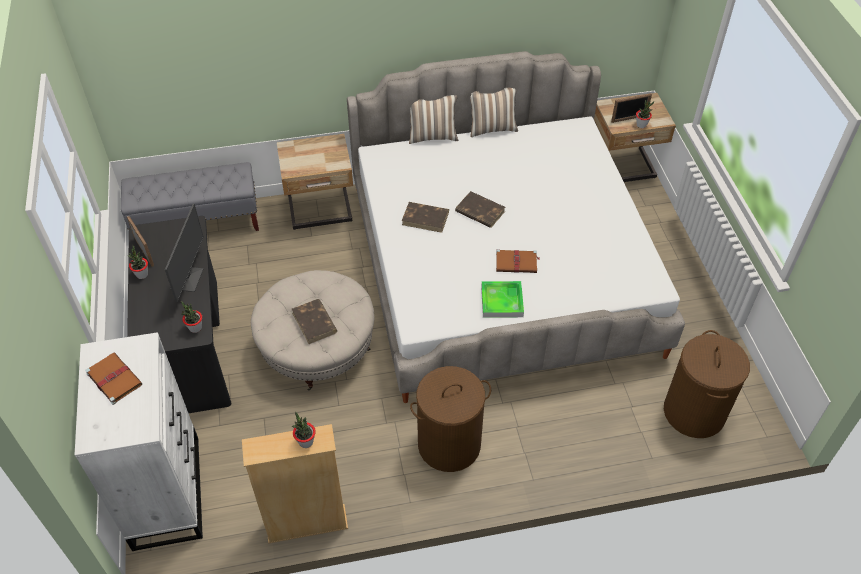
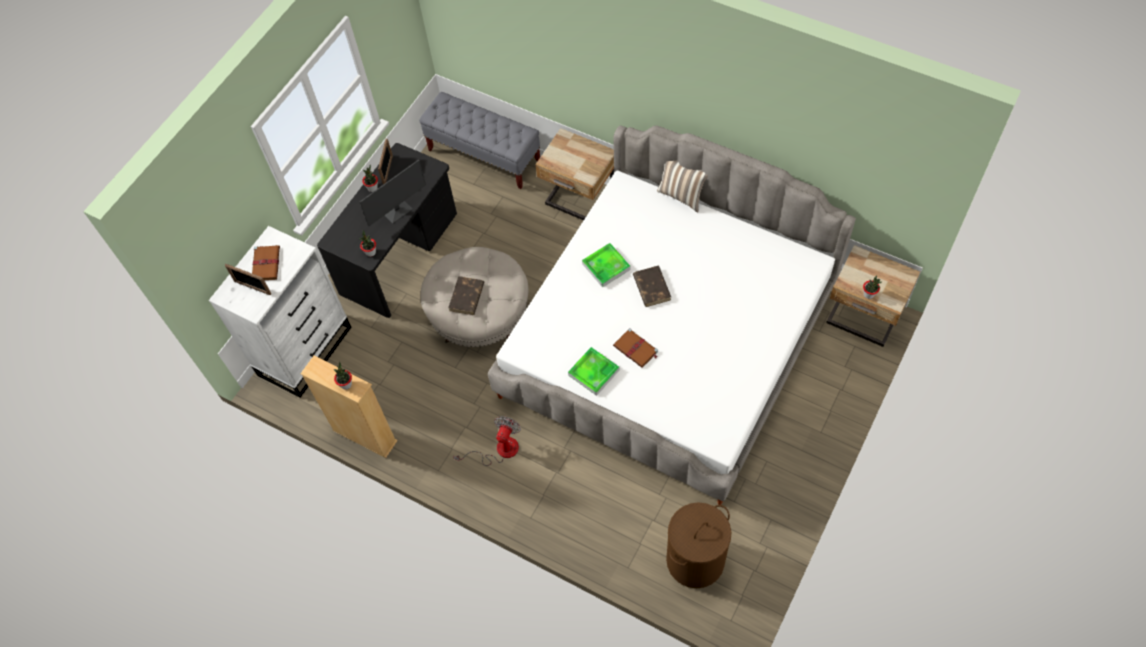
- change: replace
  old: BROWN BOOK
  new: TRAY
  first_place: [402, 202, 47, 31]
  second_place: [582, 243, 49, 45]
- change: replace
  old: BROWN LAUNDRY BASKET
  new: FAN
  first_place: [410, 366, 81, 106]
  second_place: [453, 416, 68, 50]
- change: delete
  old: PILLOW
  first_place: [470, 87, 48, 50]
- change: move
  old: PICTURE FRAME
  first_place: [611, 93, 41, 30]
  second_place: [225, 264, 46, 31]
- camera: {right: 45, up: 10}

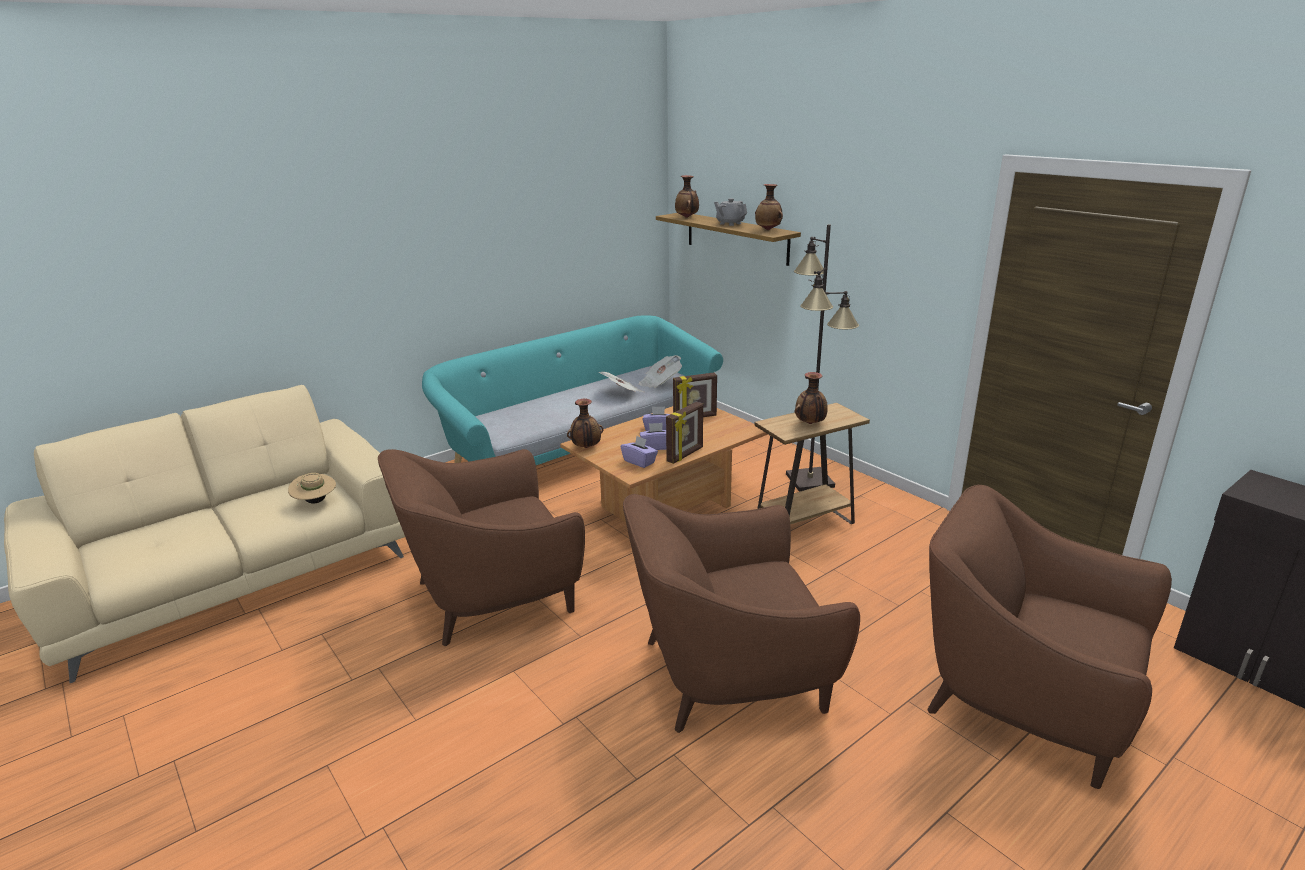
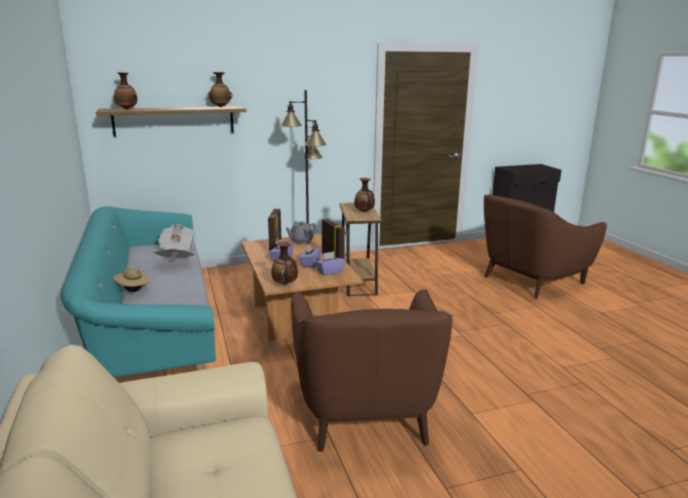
- change: move
  old: BEIGE HAT
  first_place: [288, 473, 48, 31]
  second_place: [114, 268, 37, 24]
- change: delete
  old: BROWN ARMCHAIR
  first_place: [623, 494, 237, 239]
- change: move
  old: GREY TEAPOT
  first_place: [714, 198, 33, 28]
  second_place: [286, 221, 31, 24]
- camera: {right: -70, up: -5}

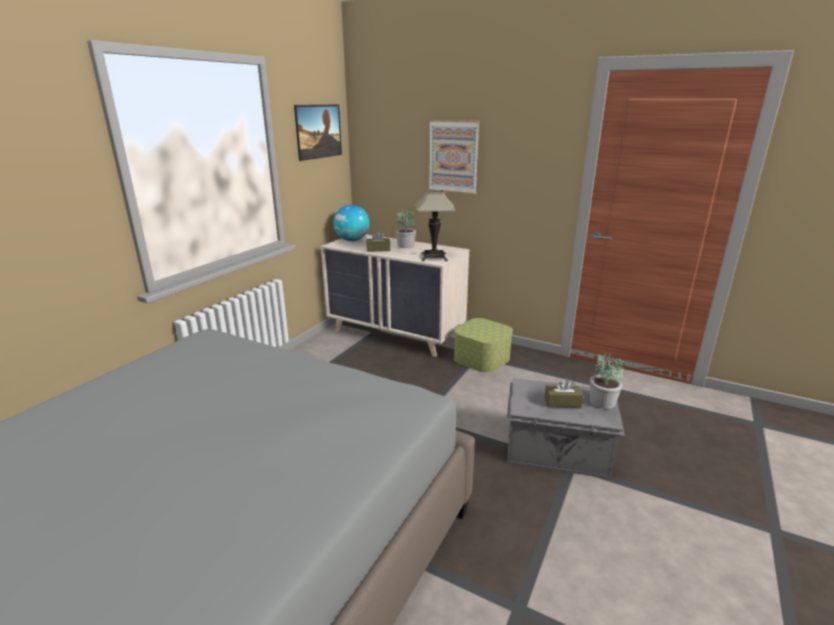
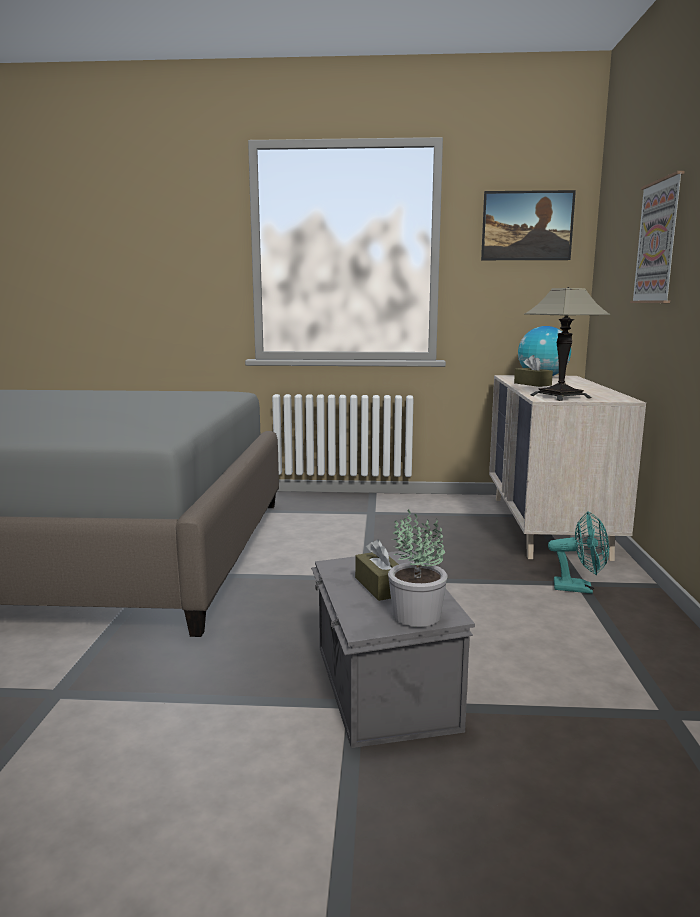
- change: delete
  old: POTTED PLANT
  first_place: [396, 210, 20, 38]
- change: replace
  old: STORAGE BOX
  new: TURQUOISE FAN
  first_place: [454, 318, 59, 55]
  second_place: [548, 511, 61, 83]
- camera: {right: 65, up: -10}

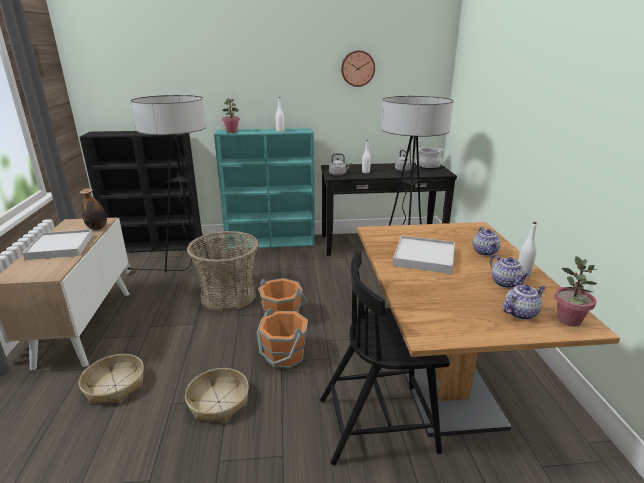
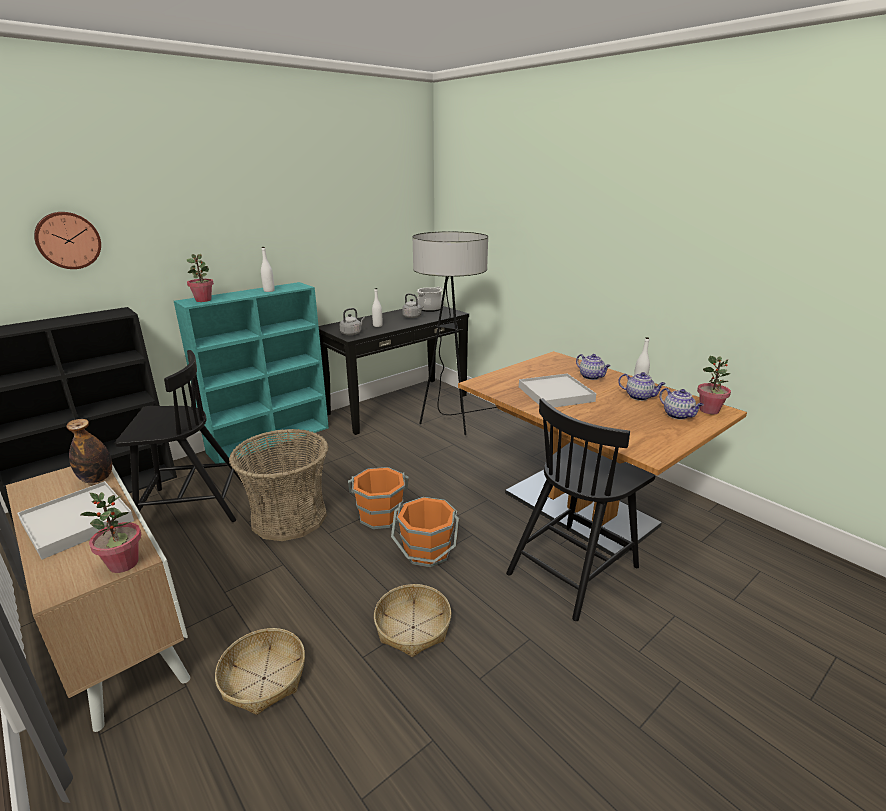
- change: replace
  old: FLOOR LAMP
  new: BLACK CHAIR
  first_place: [124, 95, 89, 180]
  second_place: [115, 350, 128, 172]
- change: move
  old: WALL CLOCK
  first_place: [341, 50, 34, 37]
  second_place: [34, 212, 67, 57]
- change: rotate
  old: TEAPOT
  first_place: [502, 285, 44, 35]
  second_place: [659, 388, 45, 32]
  degrees: 120
- change: insert
  new: POTTED PLANT
  second_place: [80, 492, 62, 81]
- camera: {right: -35, up: 0}

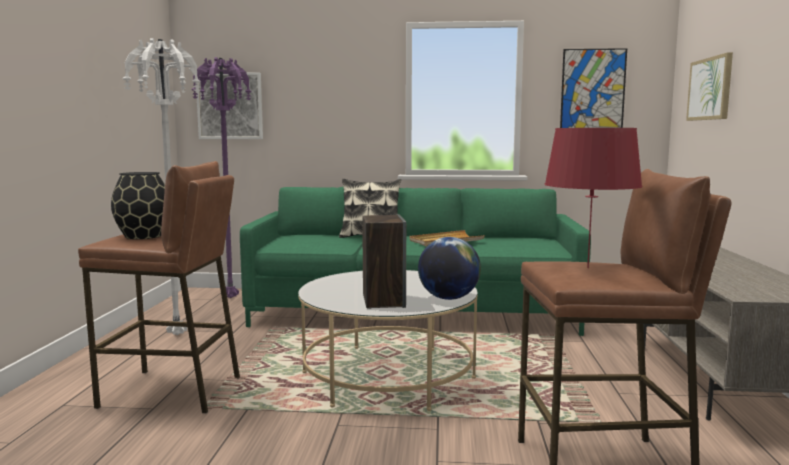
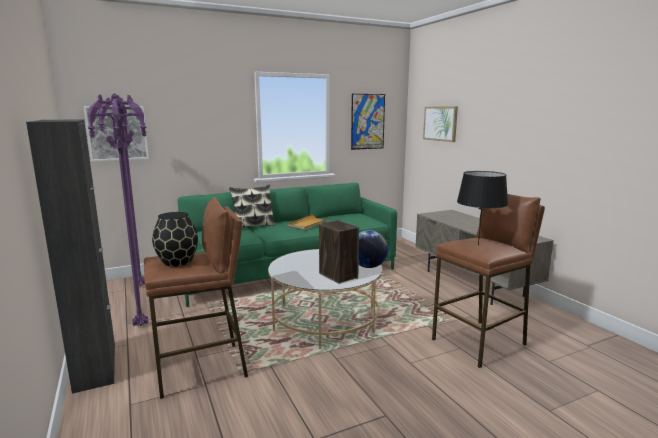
- change: recolor
  old: WHITE FLOOR LAMP
  new: PURPLE FLOOR LAMP
  first_place: [122, 38, 79, 297]
  second_place: [88, 94, 61, 232]
- change: recolor
  old: RED TABLE LAMP
  new: BLACK TABLE LAMP
  first_place: [544, 128, 99, 140]
  second_place: [457, 171, 51, 74]
- change: insert
  new: BLACK CABINET
  second_place: [26, 119, 89, 275]
- camera: {right: -30, up: 5}

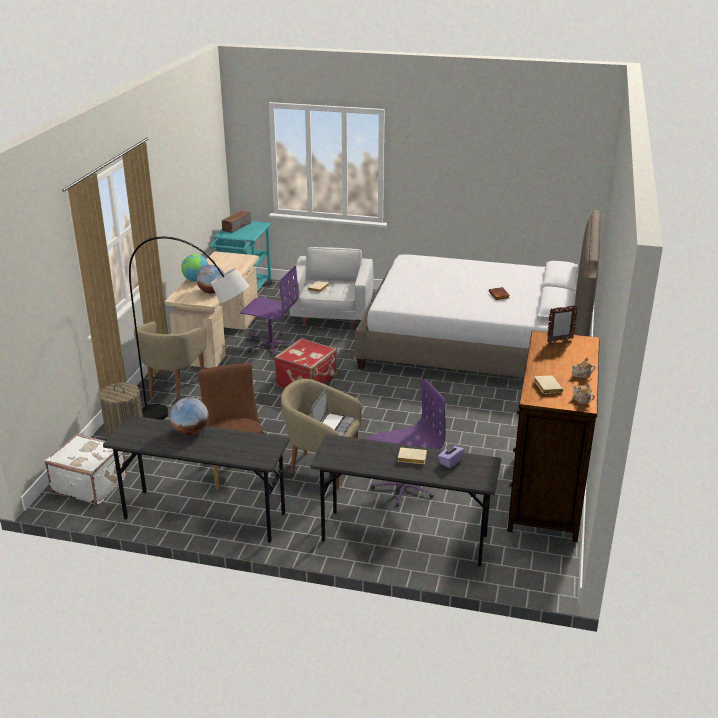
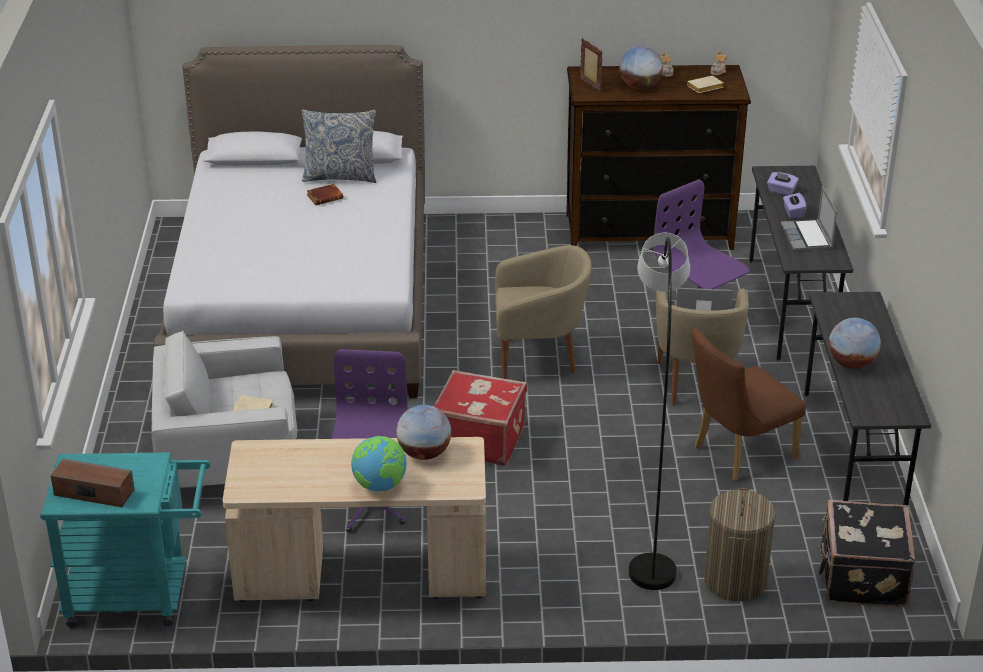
- change: recolor
  old: WHITE SUITCASE
  new: BLACK SUITCASE
  first_place: [45, 434, 82, 71]
  second_place: [818, 500, 98, 107]
- change: move
  old: BEIGE ARMCHAIR
  first_place: [134, 322, 72, 79]
  second_place: [495, 245, 97, 134]
- change: replace
  old: BEIGE BOOK
  new: PURPLE TISSUE BOX
  first_place: [398, 447, 29, 17]
  second_place: [783, 193, 24, 26]
- change: insert
  new: PILLOW
  second_place: [302, 109, 74, 74]
- change: insert
  new: GLOBE
  second_place: [620, 46, 43, 43]
- change: insert
  new: LAPTOP
  second_place: [781, 186, 56, 65]
- camera: {right: -105, up: 5}

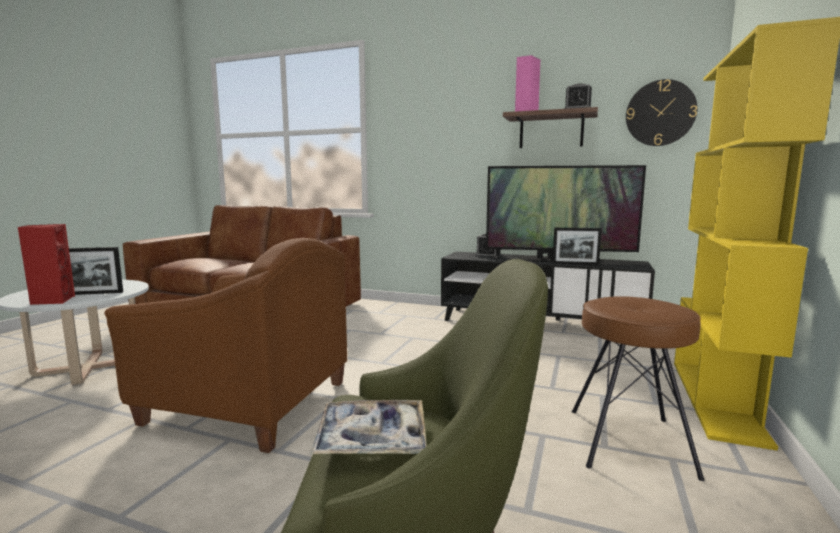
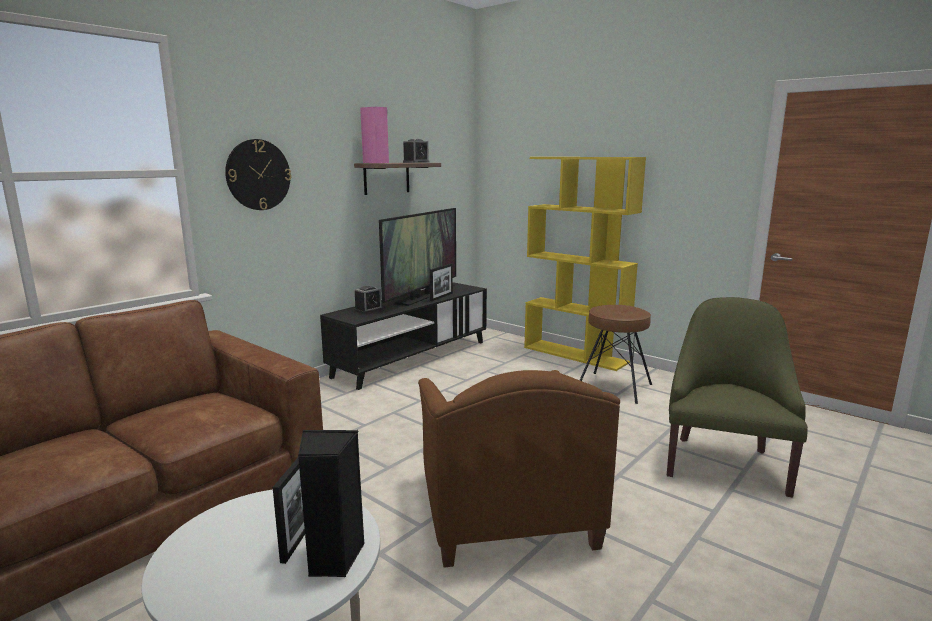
- change: recolor
  old: RED SPEAKER
  new: BLACK SPEAKER
  first_place: [18, 224, 57, 81]
  second_place: [298, 430, 67, 147]
- change: rotate
  old: BROWN ARMCHAIR
  first_place: [104, 238, 243, 215]
  second_place: [418, 370, 202, 198]
  degrees: 135
- change: delete
  old: TRAY
  first_place: [310, 400, 117, 55]
- change: move
  old: WALL CLOCK
  first_place: [626, 79, 72, 67]
  second_place: [225, 139, 66, 71]
- camera: {right: -70, up: 5}

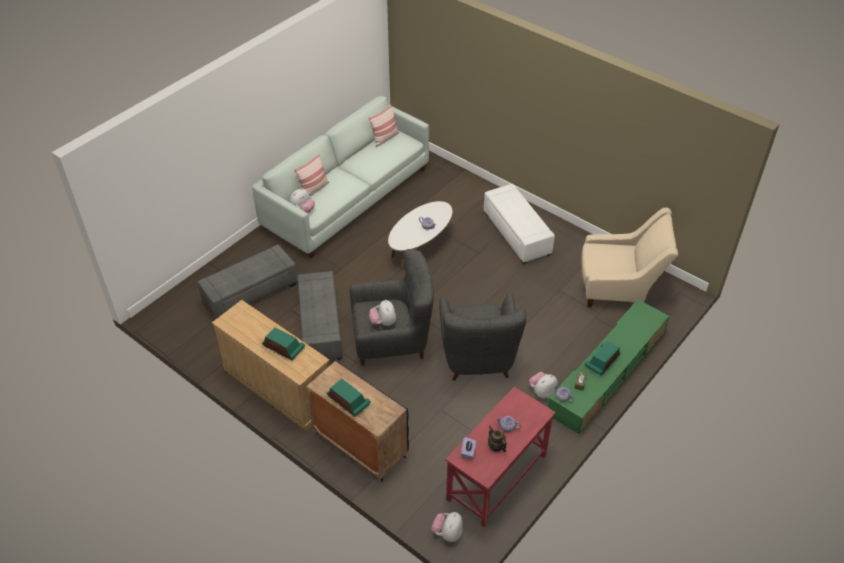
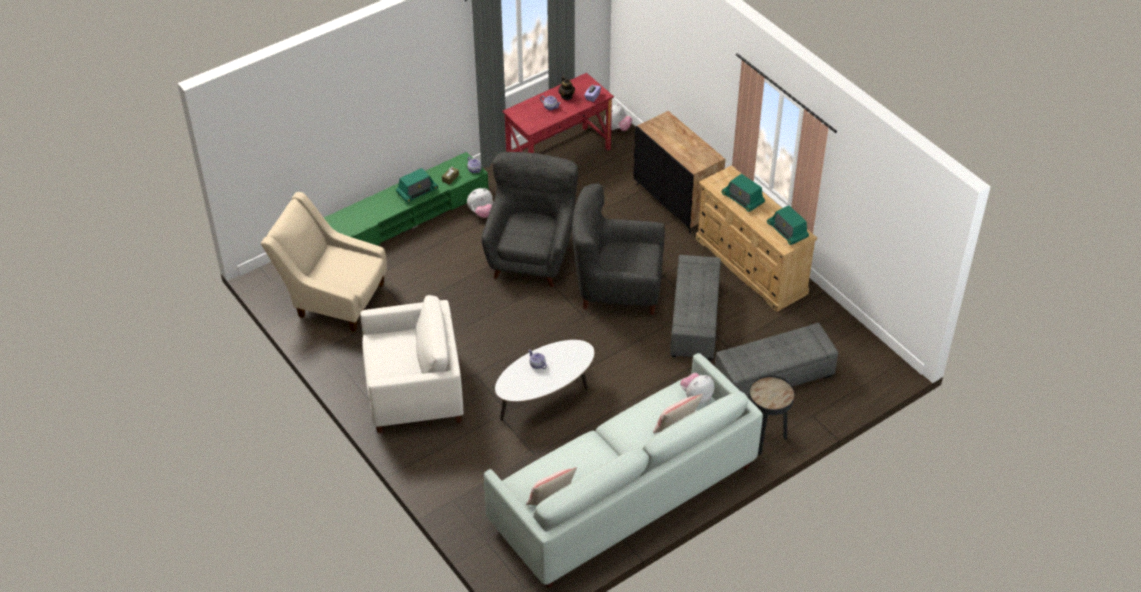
- change: move
  old: RADIO
  first_place: [327, 379, 44, 38]
  second_place: [767, 205, 42, 40]
- change: delete
  old: PLUSH TOY
  first_place: [369, 300, 27, 26]
- change: replace
  old: WHITE OTTOMAN
  new: WHITE ARMCHAIR
  first_place: [484, 184, 71, 80]
  second_place: [361, 295, 102, 138]
- change: insert
  new: BLACK SIDE TABLE
  second_place: [749, 375, 46, 80]
- camera: {right: -165, up: 0}

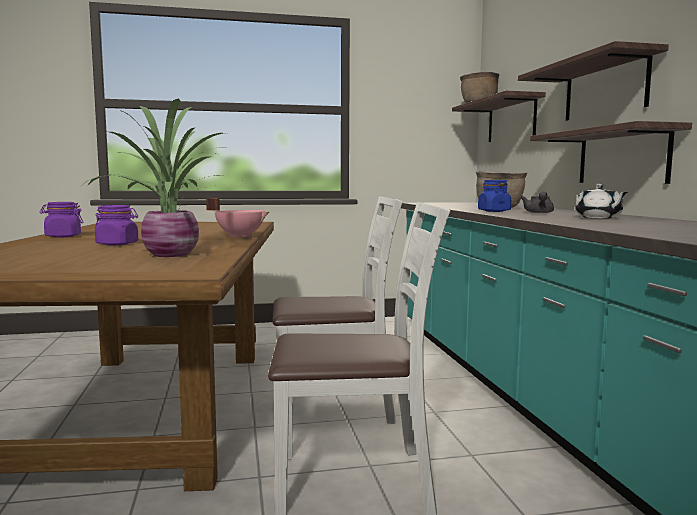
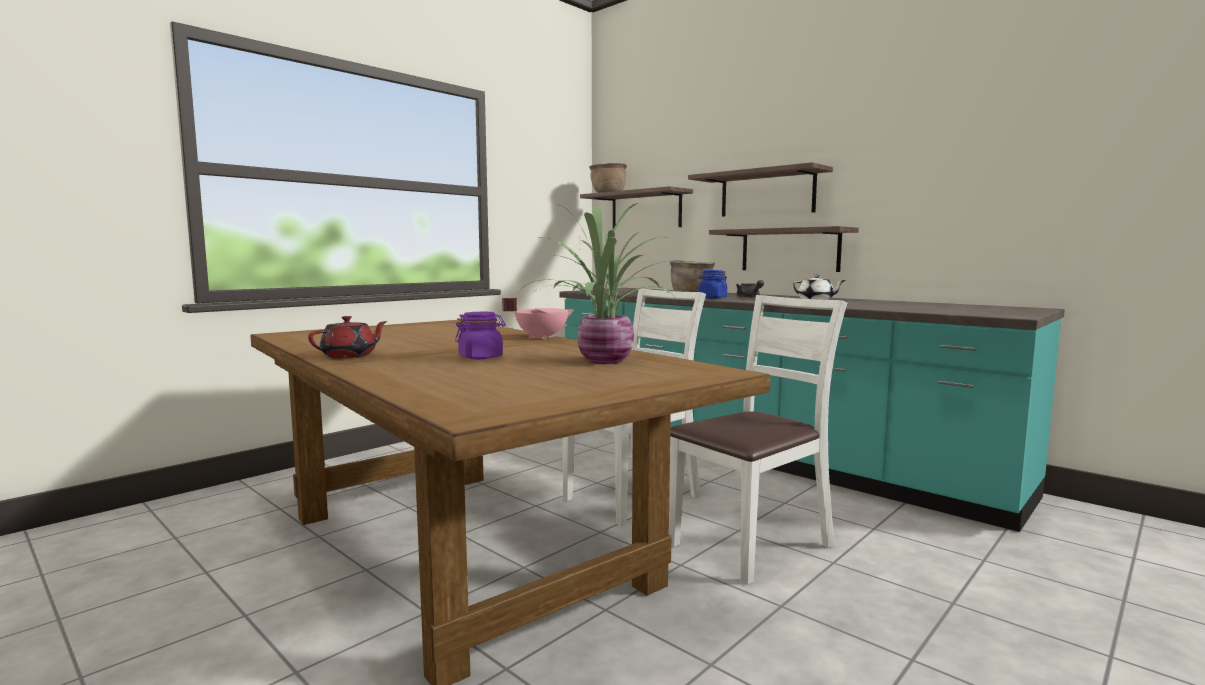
- change: replace
  old: PURPLE JAR
  new: RED TEAPOT
  first_place: [40, 202, 43, 35]
  second_place: [308, 316, 80, 43]
- camera: {right: -35, up: 0}

